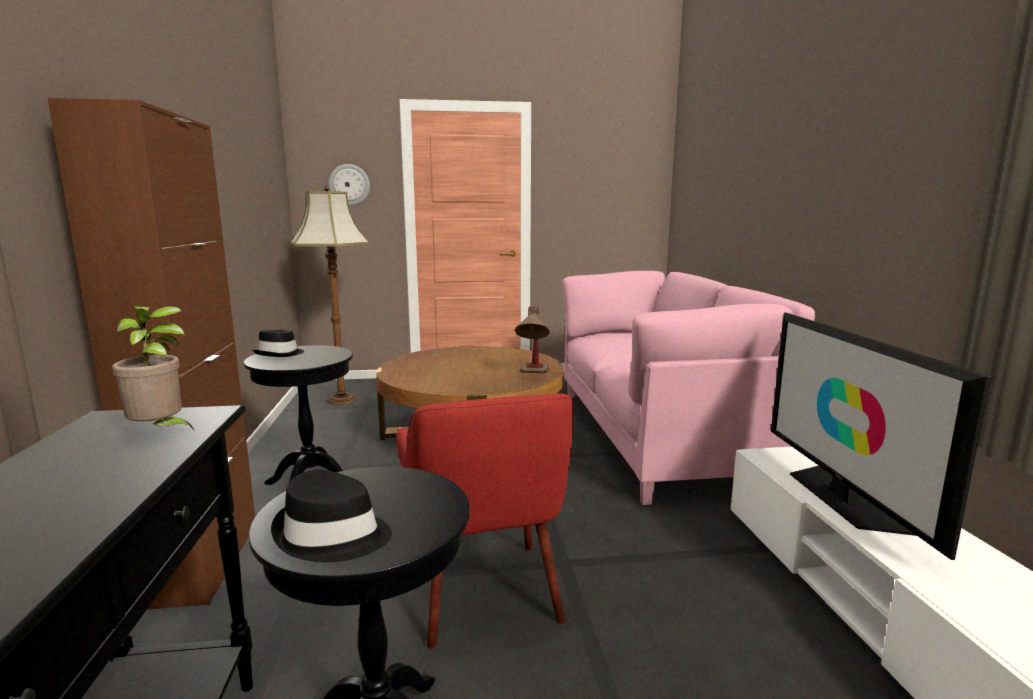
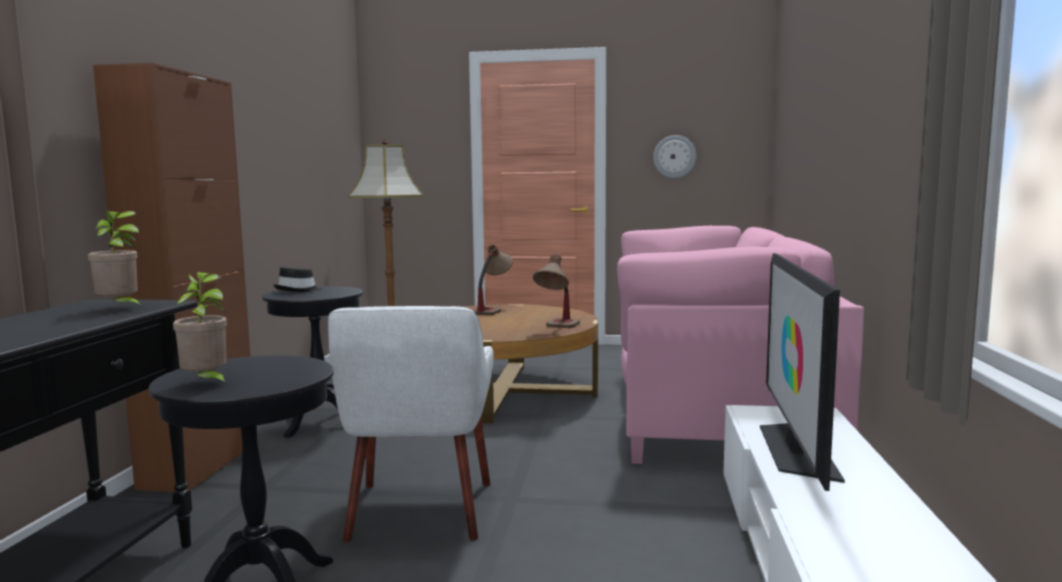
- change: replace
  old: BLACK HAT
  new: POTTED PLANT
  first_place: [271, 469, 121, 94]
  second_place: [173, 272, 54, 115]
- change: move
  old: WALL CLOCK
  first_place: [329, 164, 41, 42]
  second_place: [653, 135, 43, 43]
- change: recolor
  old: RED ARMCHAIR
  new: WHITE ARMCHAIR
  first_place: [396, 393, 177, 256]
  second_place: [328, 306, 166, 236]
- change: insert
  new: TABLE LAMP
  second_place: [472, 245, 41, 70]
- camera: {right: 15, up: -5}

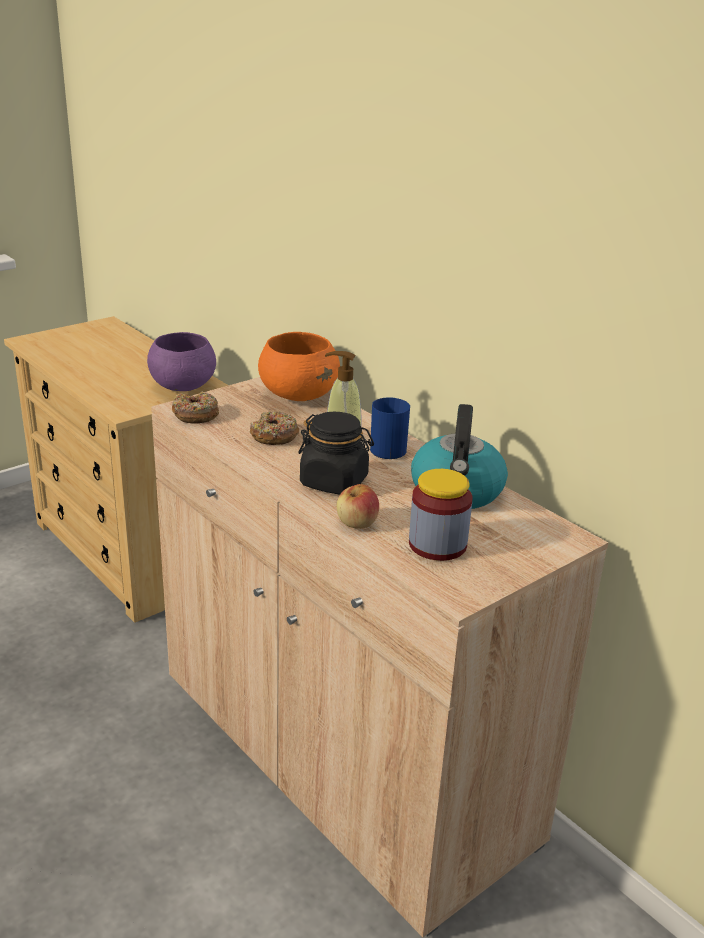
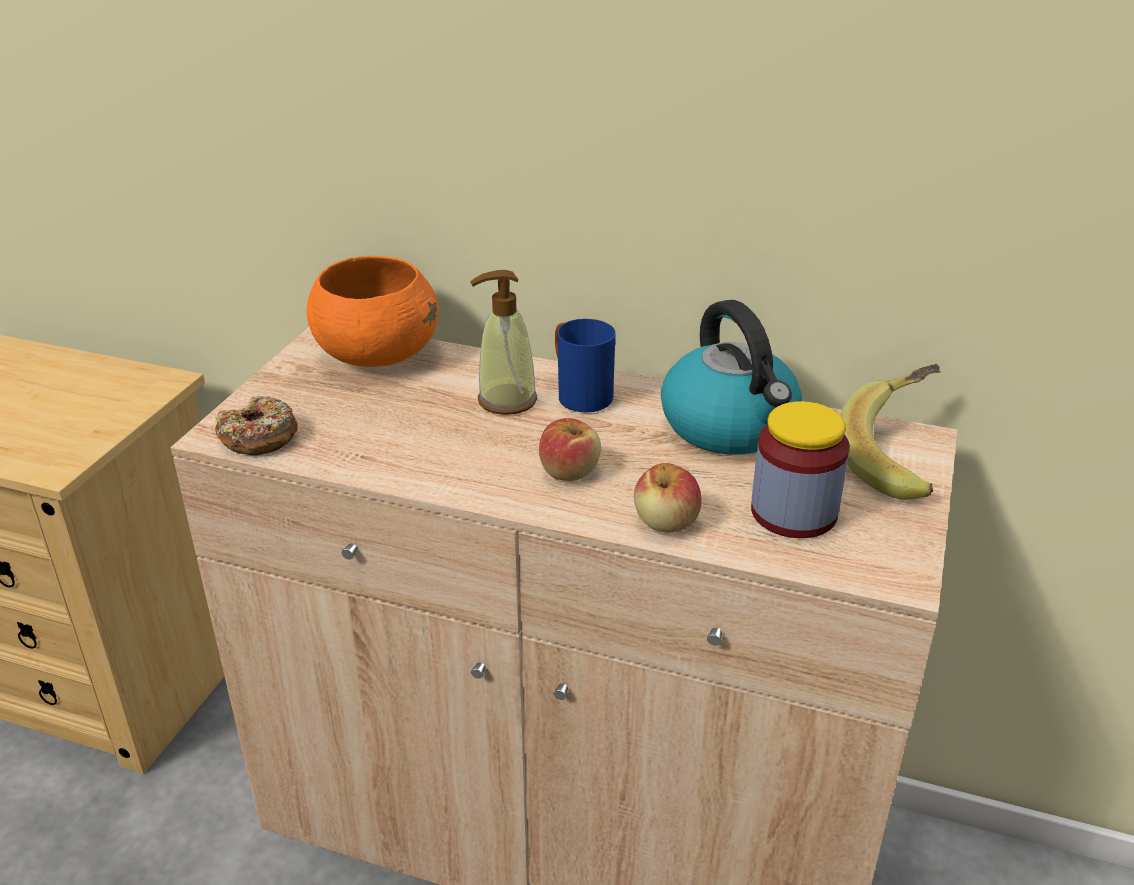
- change: delete
  old: PURPLE BOWL
  first_place: [147, 332, 69, 59]
- change: delete
  old: DONUT
  first_place: [249, 411, 50, 34]
- change: replace
  old: BLACK JAR
  new: APPLE
  first_place: [298, 412, 76, 83]
  second_place: [539, 418, 62, 63]
- change: insert
  new: BANANA
  second_place: [840, 364, 100, 136]
- camera: {right: -30, up: 5}

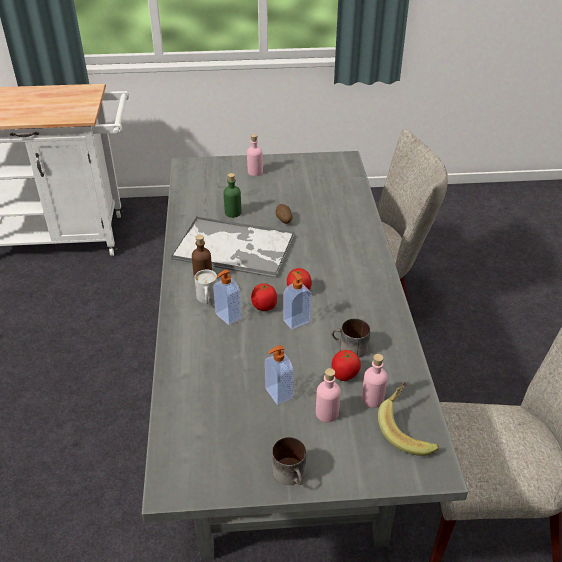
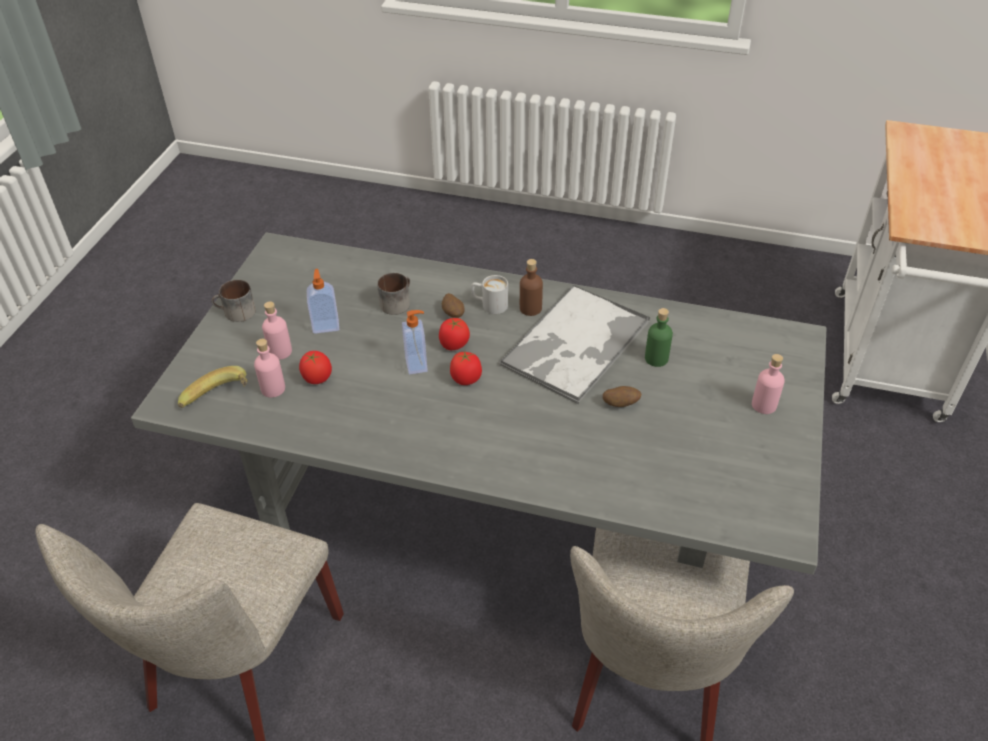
- change: replace
  old: SOAP DISPENSER
  new: POTATO
  first_place: [213, 269, 29, 56]
  second_place: [442, 293, 23, 25]
- change: move
  old: MUG
  first_place: [332, 318, 39, 40]
  second_place: [377, 273, 33, 42]
- camera: {right: 110, up: 5}

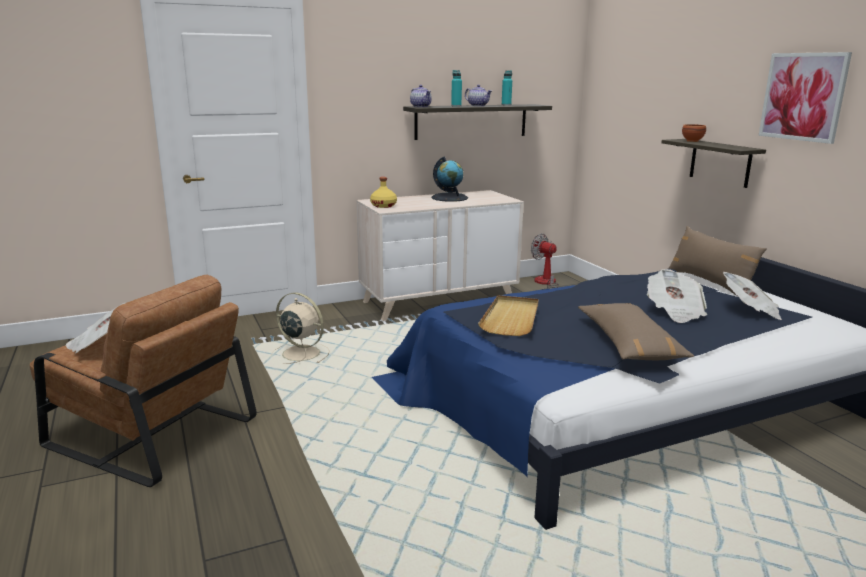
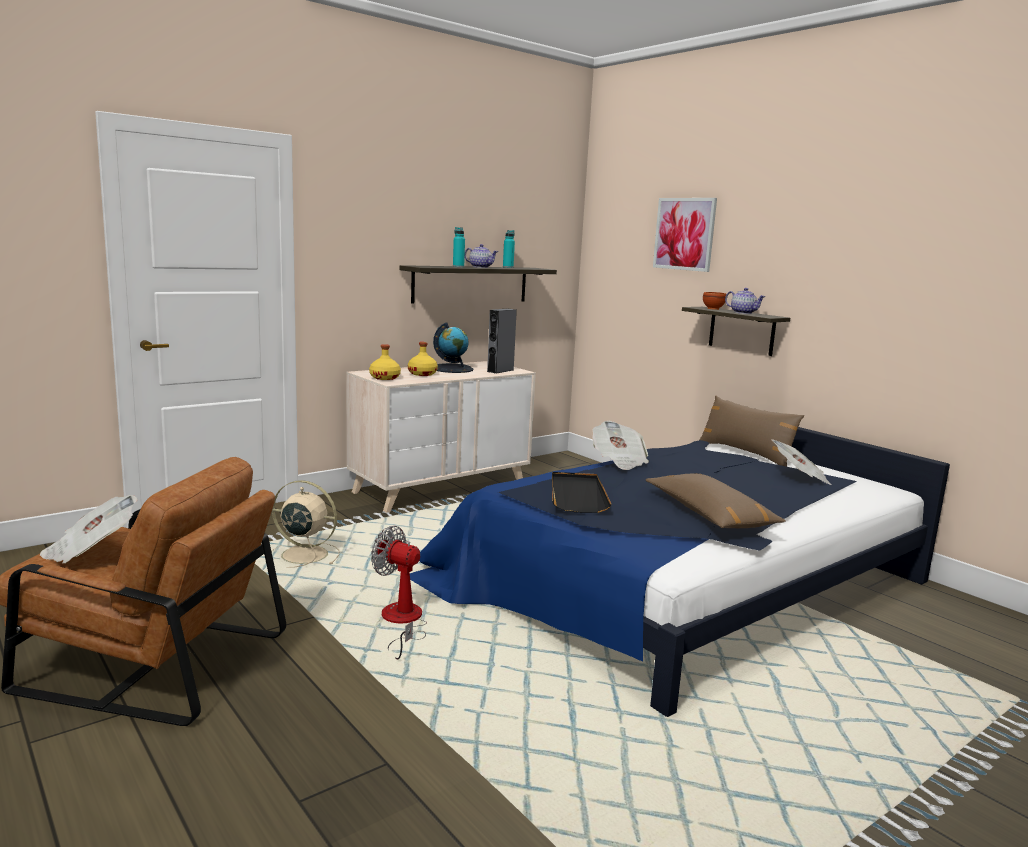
- change: move
  old: TEAPOT
  first_place: [410, 85, 22, 22]
  second_place: [725, 288, 40, 26]
- change: recolor
  old: BEIGE TRAY
  new: BLACK TRAY
  first_place: [478, 295, 61, 41]
  second_place: [552, 472, 60, 41]
- change: move
  old: FAN
  first_place: [531, 233, 28, 57]
  second_place: [371, 526, 56, 133]
- change: move
  old: NEWSPAPER
  first_place: [647, 269, 60, 54]
  second_place: [593, 421, 56, 49]
- change: move
  old: PICTURE
  first_place: [759, 52, 93, 92]
  second_place: [653, 198, 64, 74]
- change: insert
  new: YELLOW BOTTLE
  second_place: [408, 342, 30, 34]
- change: insert
  new: GREY SPEAKER
  second_place: [487, 309, 30, 65]
- camera: {right: -15, up: -5}

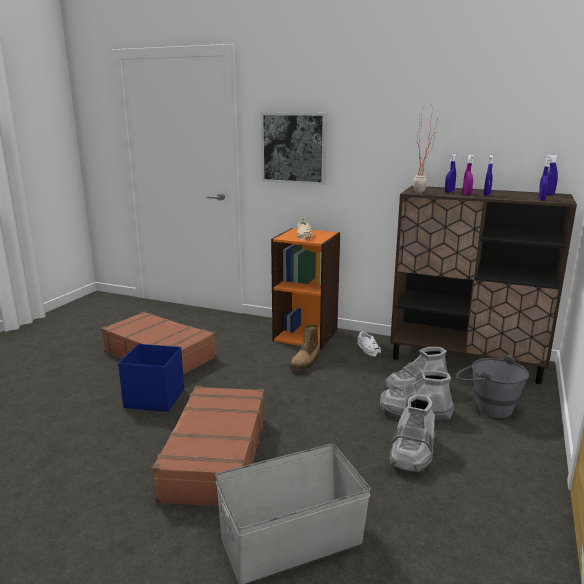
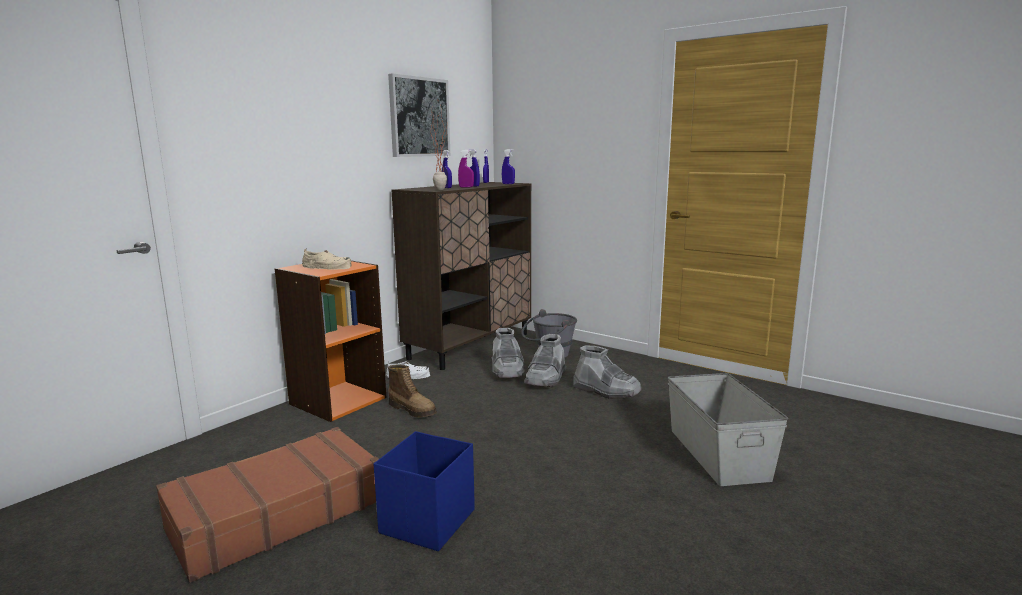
- change: delete
  old: BROWN SUITCASE
  first_place: [152, 386, 113, 121]
- change: move
  old: PICTURE
  first_place: [261, 112, 66, 73]
  second_place: [388, 73, 62, 84]
- camera: {right: -75, up: -5}

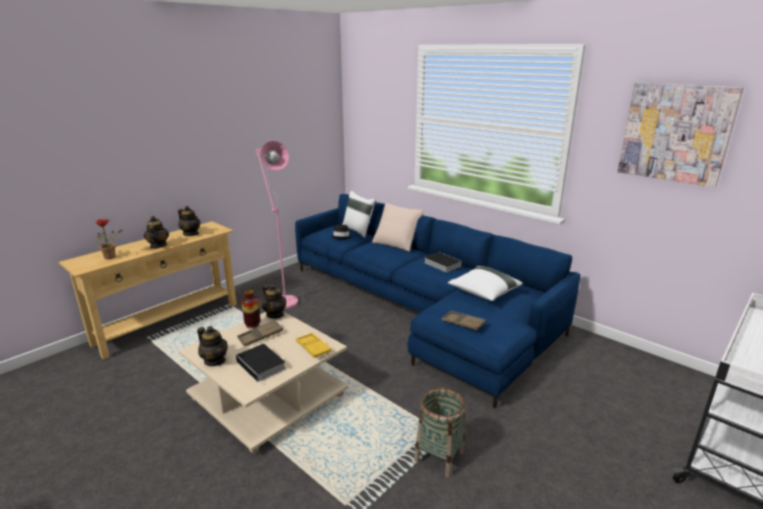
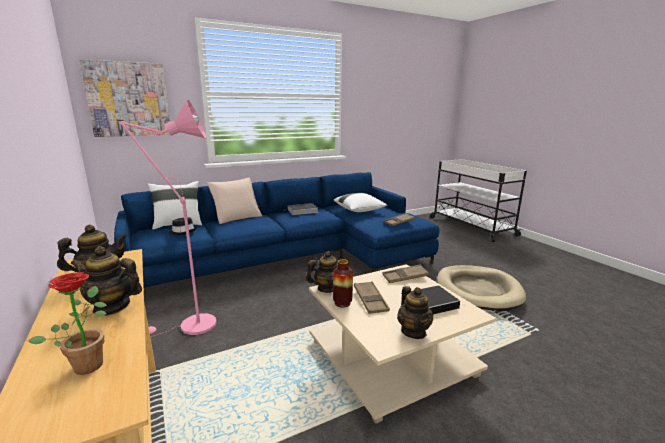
- change: rotate
  old: TEAPOT
  first_place: [197, 326, 31, 40]
  second_place: [397, 286, 36, 53]
  degrees: 105
- change: recolor
  old: YELLOW TRAY
  new: BROWN TRAY
  first_place: [296, 333, 35, 25]
  second_place: [382, 265, 47, 18]
- change: replace
  old: BASKET
  new: BEIGE DOG BED
  first_place: [414, 388, 51, 89]
  second_place: [437, 265, 89, 46]
- change: move
  old: PICTURE
  first_place: [618, 83, 125, 104]
  second_place: [80, 59, 90, 78]
- camera: {right: -70, up: -5}

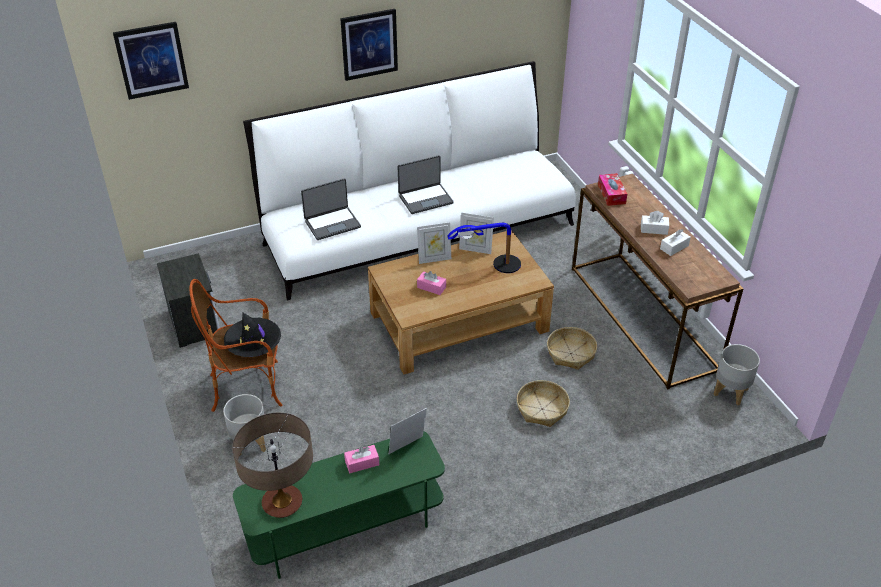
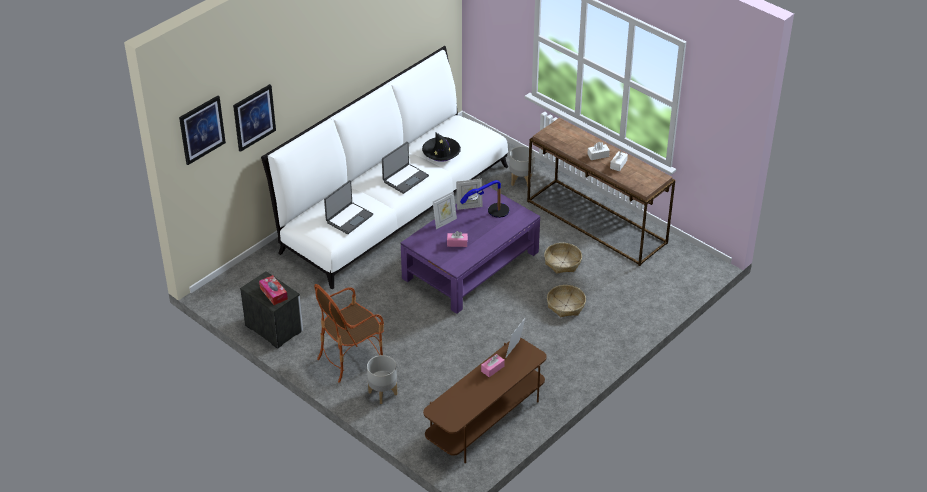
- change: move
  old: BLACK HAT
  first_place: [224, 313, 57, 44]
  second_place: [422, 132, 39, 30]
- change: delete
  old: TABLE LAMP
  first_place: [232, 413, 81, 105]
- change: recolor
  old: GREEN TV STAND
  new: BROWN TV STAND
  first_place: [233, 431, 212, 148]
  second_place: [423, 338, 124, 125]
- change: move
  old: PICTURE
  first_place: [340, 9, 58, 72]
  second_place: [233, 84, 43, 68]
- change: recolor
  old: BROWN COFFEE TABLE
  new: PURPLE COFFEE TABLE
  first_place: [368, 230, 186, 145]
  second_place: [401, 184, 139, 130]
- change: move
  old: TISSUE BOX
  first_place: [598, 173, 29, 33]
  second_place: [259, 275, 29, 30]
- change: move
  old: GREY PLANTER
  first_place: [714, 344, 46, 62]
  second_place: [509, 146, 26, 40]
- camera: {right: -25, up: 0}

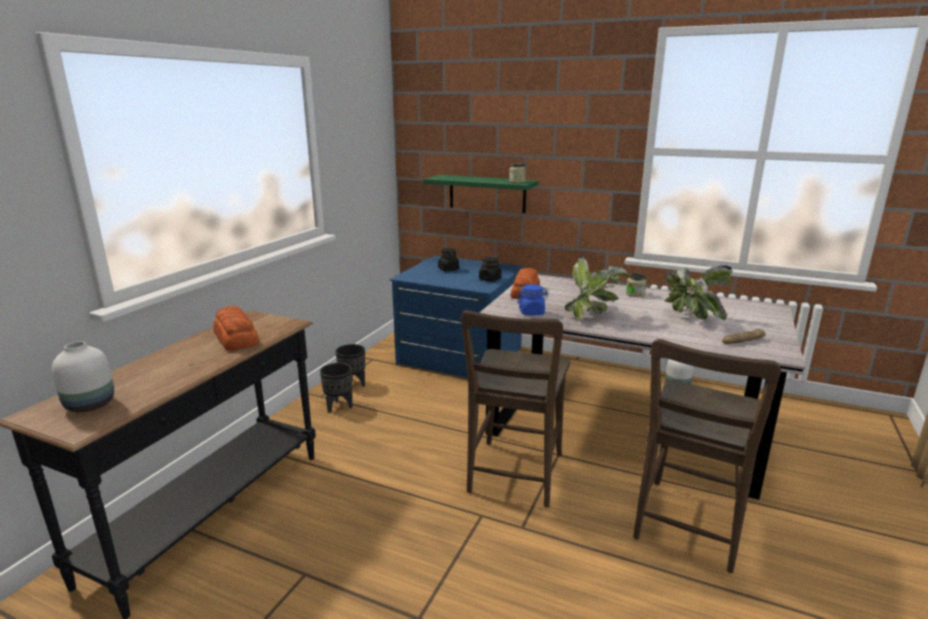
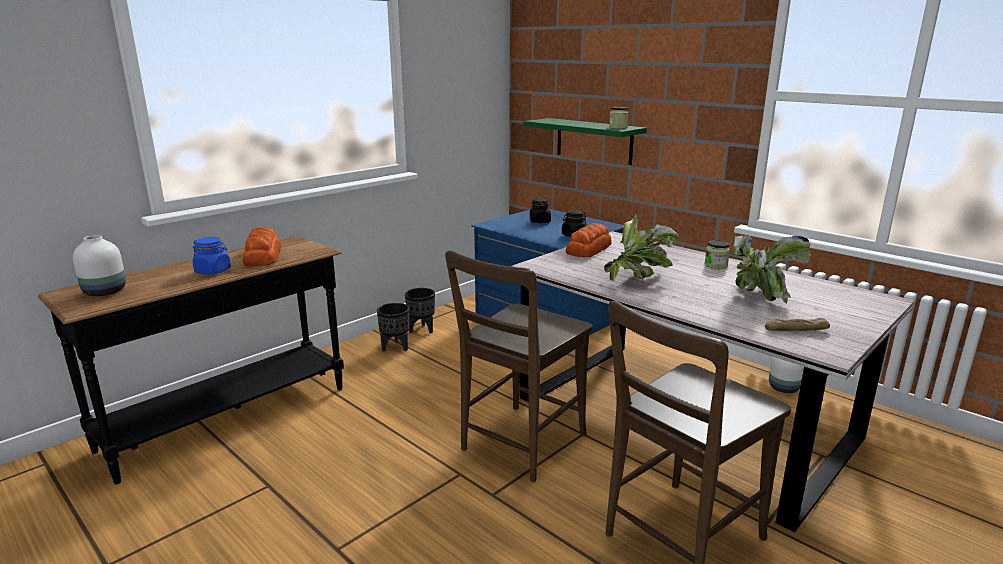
- change: move
  old: BLUE JAR
  first_place: [517, 284, 31, 32]
  second_place: [193, 237, 38, 37]
- camera: {right: 20, up: 0}

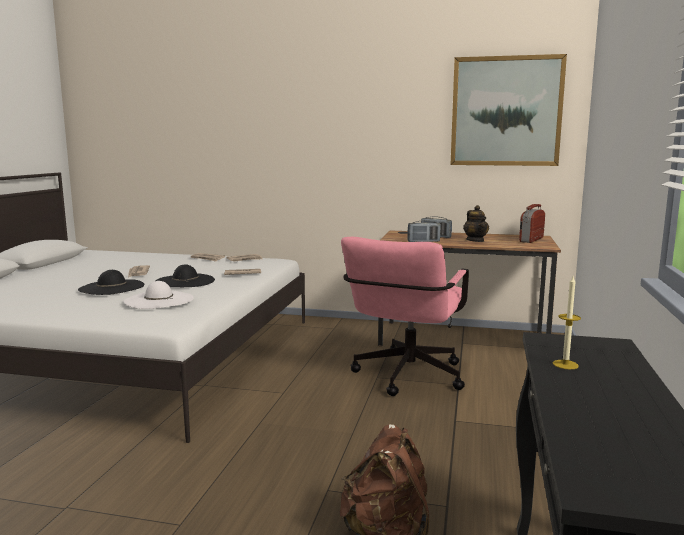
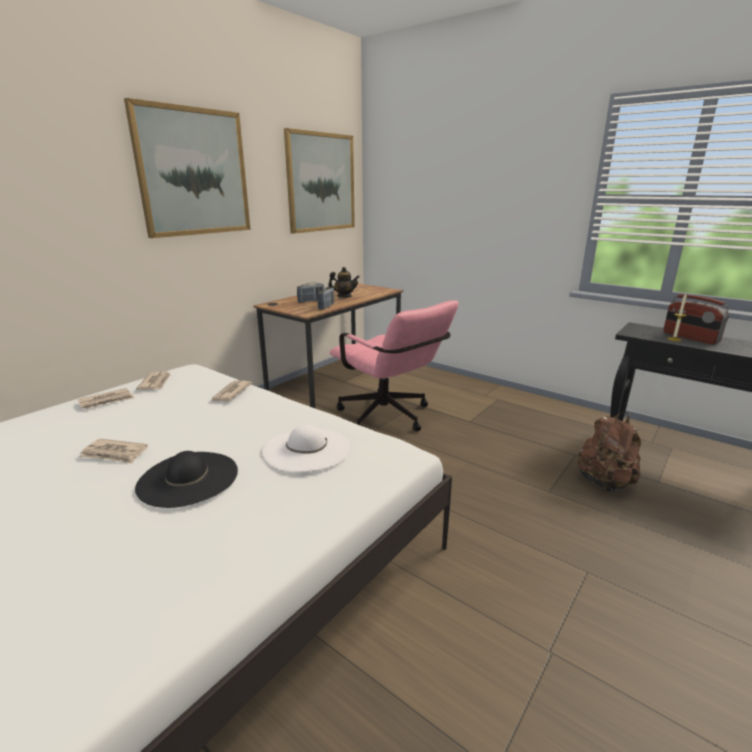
- change: delete
  old: BLACK HAT
  first_place: [156, 264, 59, 23]
- change: move
  old: RADIO
  first_place: [519, 204, 26, 39]
  second_place: [663, 294, 66, 50]
- change: insert
  new: PICTURE
  second_place: [124, 98, 127, 140]
- camera: {right: -65, up: 10}

